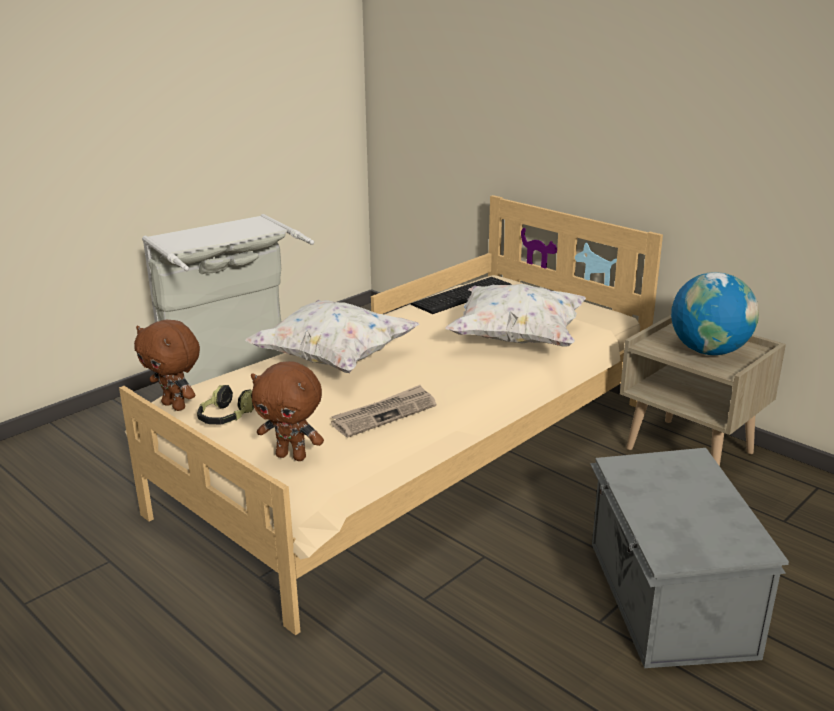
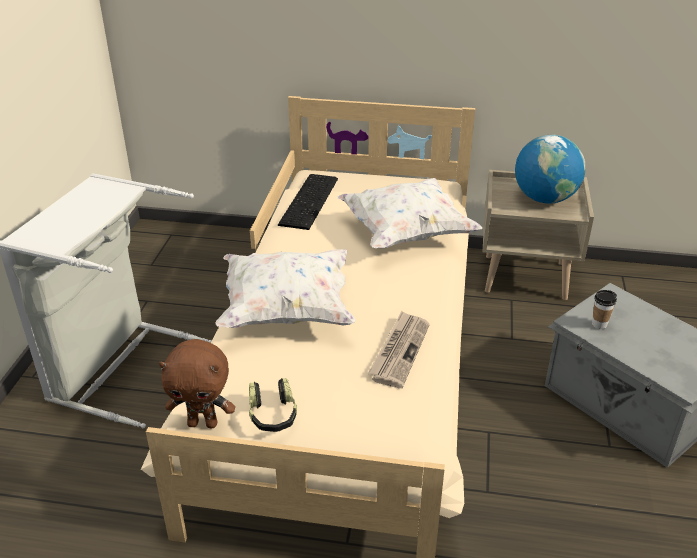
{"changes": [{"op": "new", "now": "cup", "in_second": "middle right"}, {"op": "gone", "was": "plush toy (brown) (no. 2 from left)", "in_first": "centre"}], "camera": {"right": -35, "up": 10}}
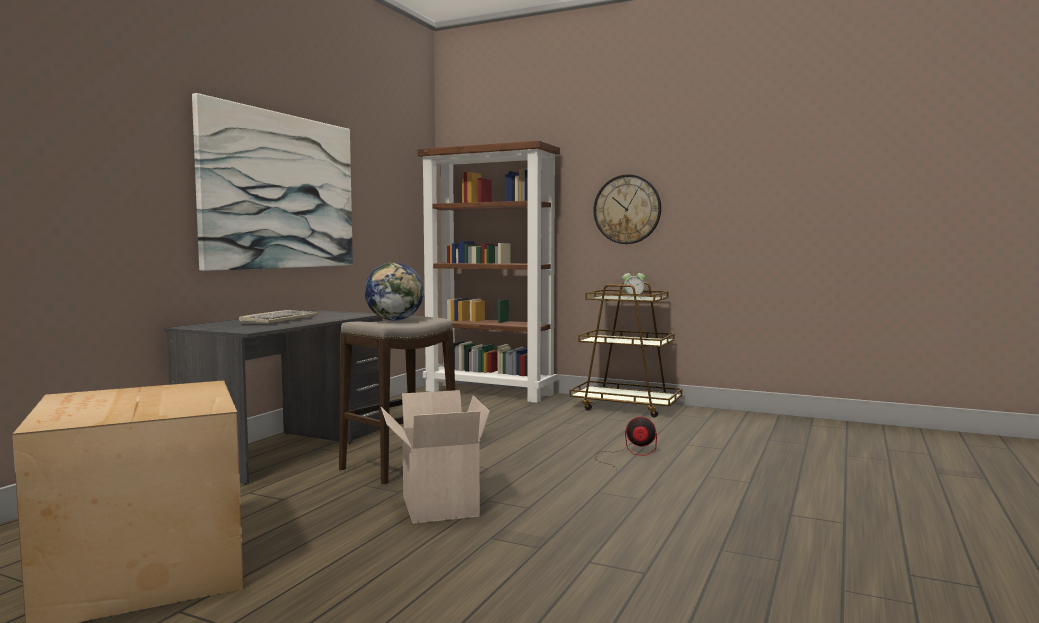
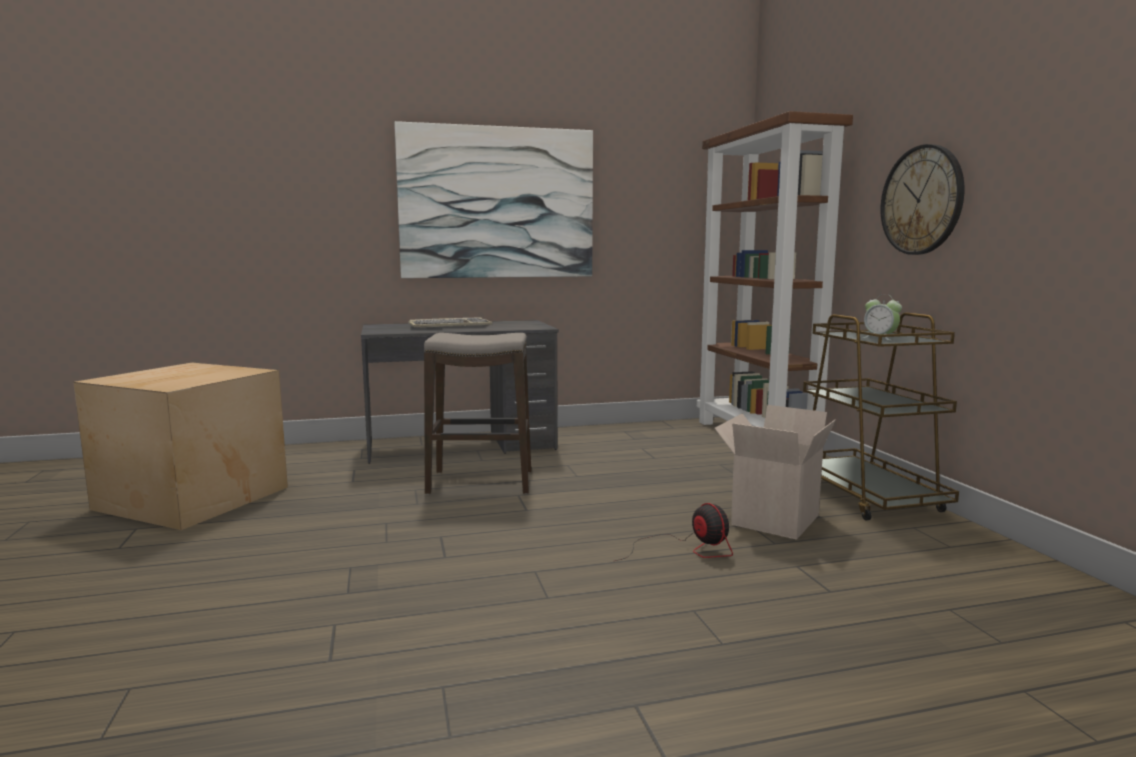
{"changes": [{"op": "shifted", "was": "cardboard box (no. 2 from left)", "in_first": "bottom centre", "in_second": "middle right"}, {"op": "gone", "was": "globe", "in_first": "centre"}], "camera": {"right": 50, "up": 5}}
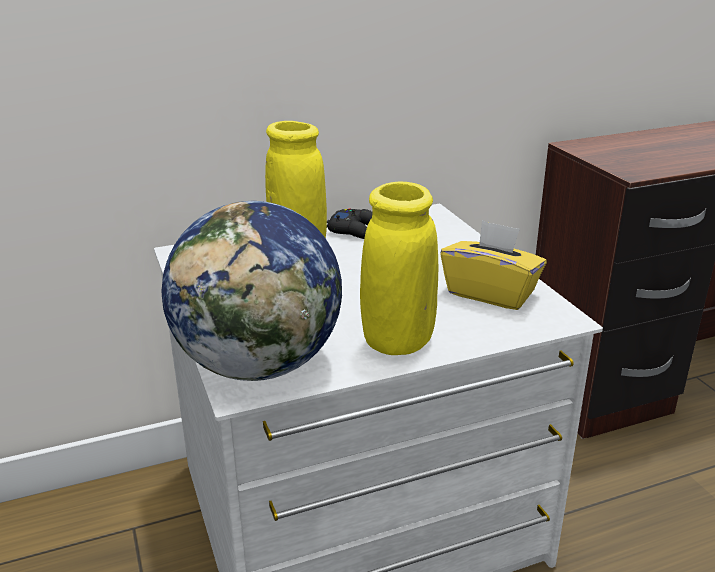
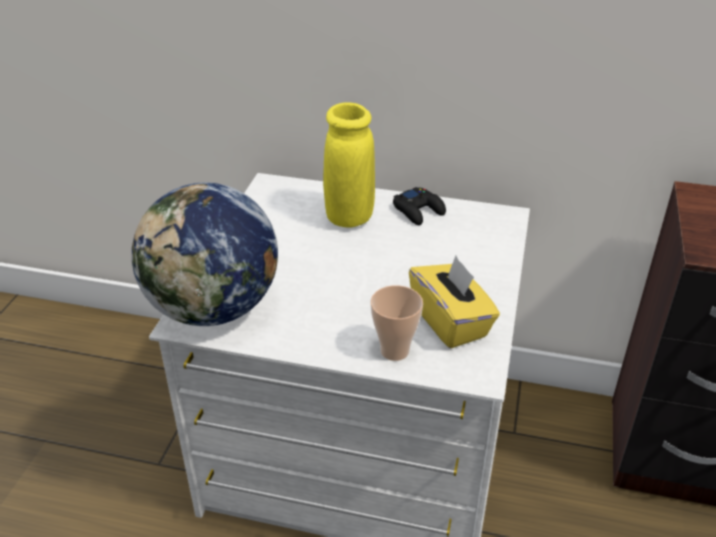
{"changes": [{"op": "new", "now": "cup", "in_second": "centre"}, {"op": "gone", "was": "vase (yellow) (no. 2 from left)", "in_first": "centre"}], "camera": {"right": 35, "up": 10}}
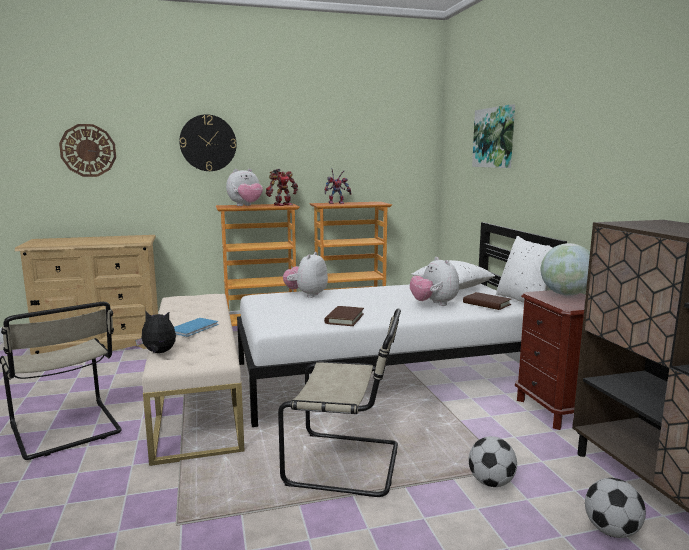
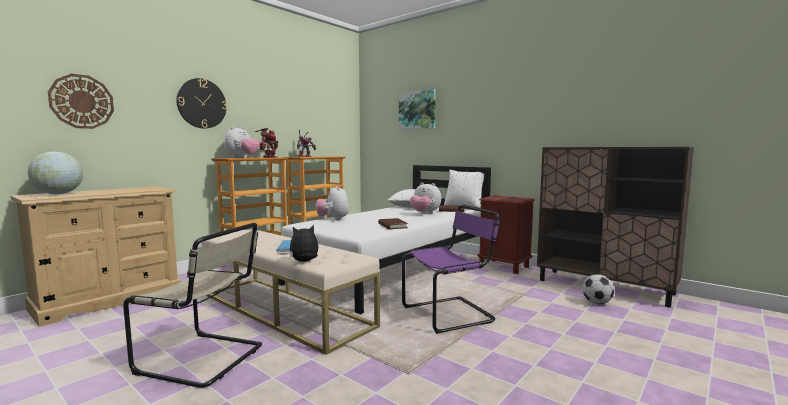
{"changes": [{"op": "shifted", "was": "globe", "in_first": "middle right", "in_second": "middle left"}, {"op": "repainted", "was": "chair (beige) (no. 2 from left)", "now": "chair (purple)", "in_first": "bottom centre", "in_second": "centre"}, {"op": "gone", "was": "football (no. 1 from left)", "in_first": "bottom right"}], "camera": {"right": -35, "up": -5}}
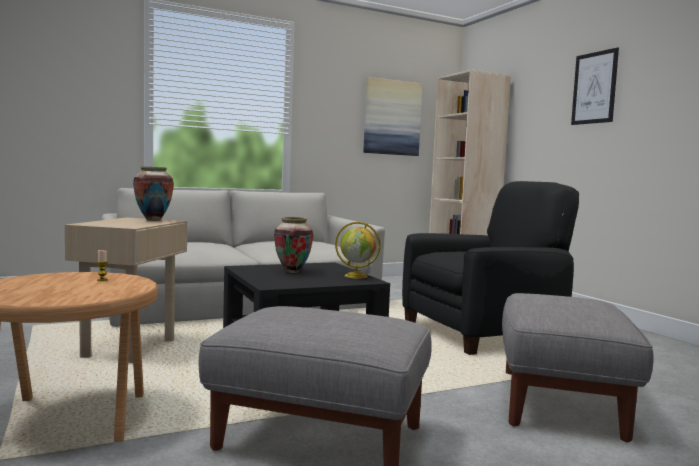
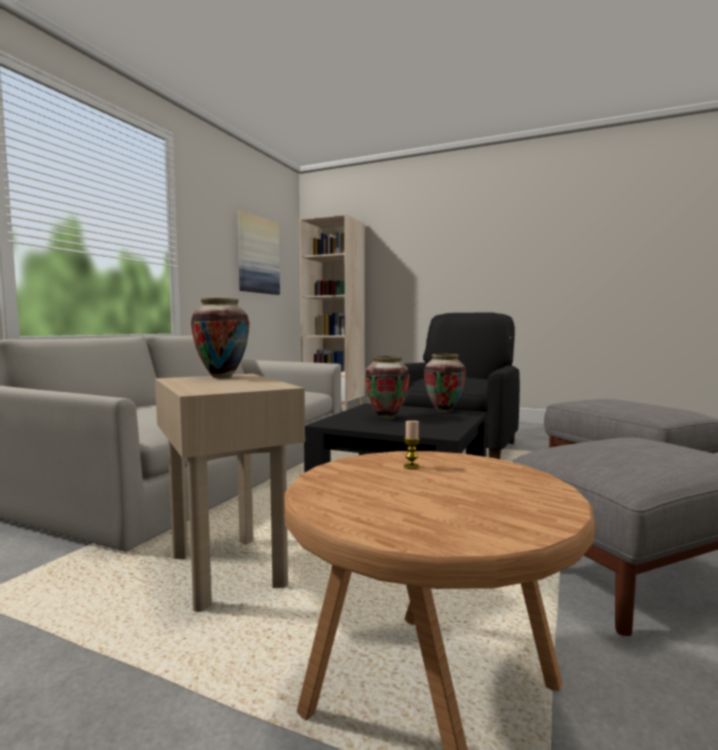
{"changes": [{"op": "swapped", "was": "globe", "now": "vase (no. 3 from left)", "in_first": "centre", "in_second": "centre"}, {"op": "gone", "was": "picture (no. 2 from left)", "in_first": "top right"}], "camera": {"right": -40, "up": 0}}
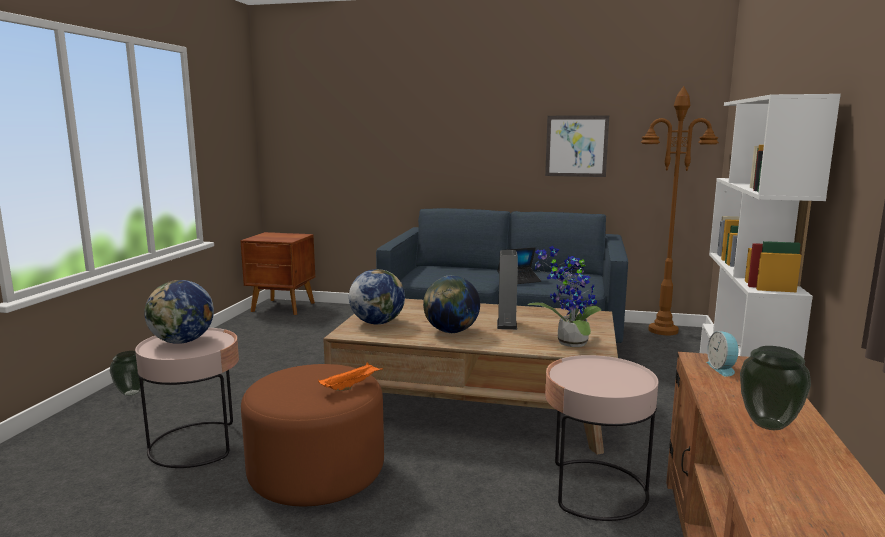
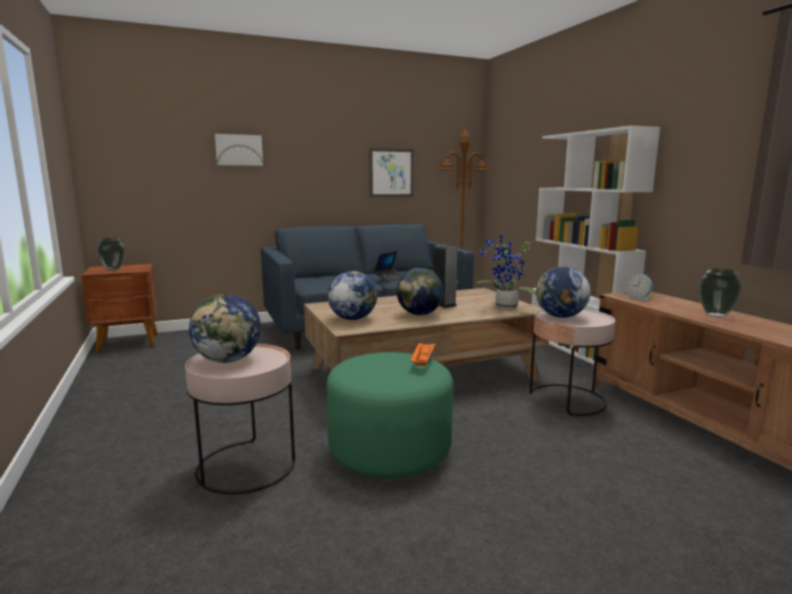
{"changes": [{"op": "shifted", "was": "vase (no. 1 from left)", "in_first": "bottom left", "in_second": "middle left"}, {"op": "new", "now": "picture (no. 1 from left)", "in_second": "top left"}, {"op": "repainted", "was": "ottoman (brown)", "now": "ottoman (green)", "in_first": "bottom centre", "in_second": "bottom centre"}, {"op": "new", "now": "globe (no. 4 from left)", "in_second": "middle right"}], "camera": {"right": -35, "up": 0}}
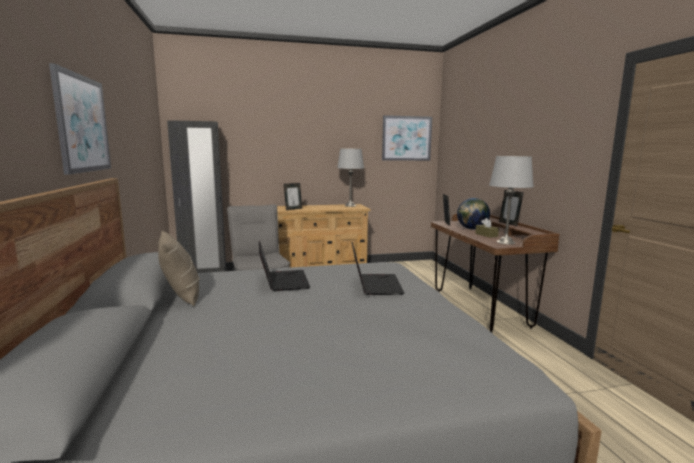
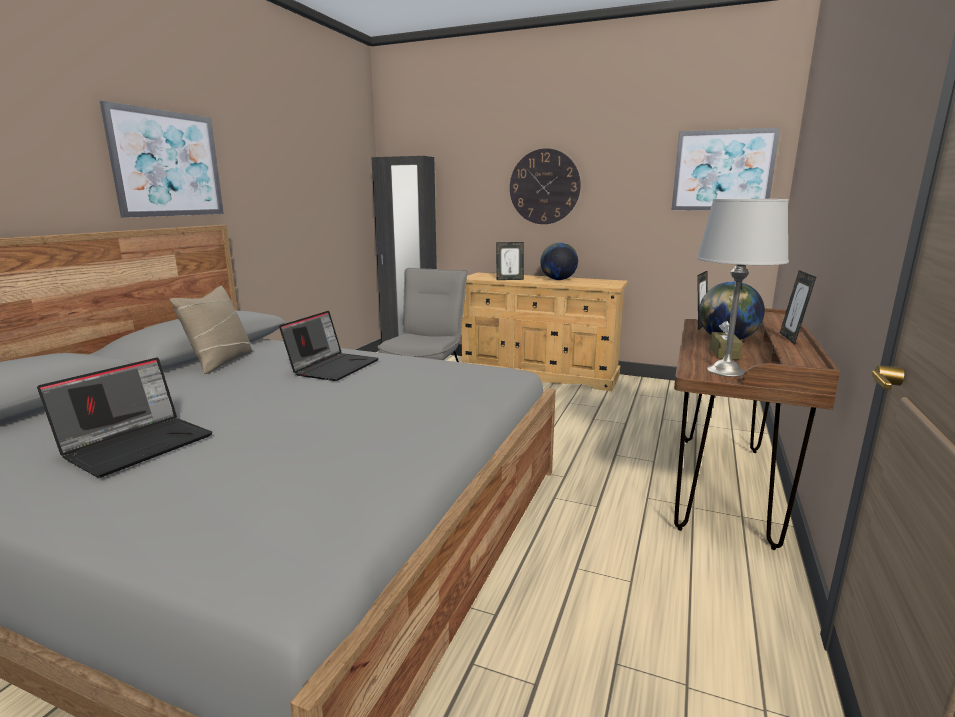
{"changes": [{"op": "shifted", "was": "laptop (no. 2 from left in the first image)", "now": "laptop (no. 1 from left)", "in_first": "centre", "in_second": "middle left"}, {"op": "new", "now": "wall clock", "in_second": "top centre"}, {"op": "new", "now": "globe (no. 1 from left)", "in_second": "centre"}, {"op": "gone", "was": "table lamp (grey) (no. 1 from left)", "in_first": "centre"}], "camera": {"right": 35, "up": 5}}
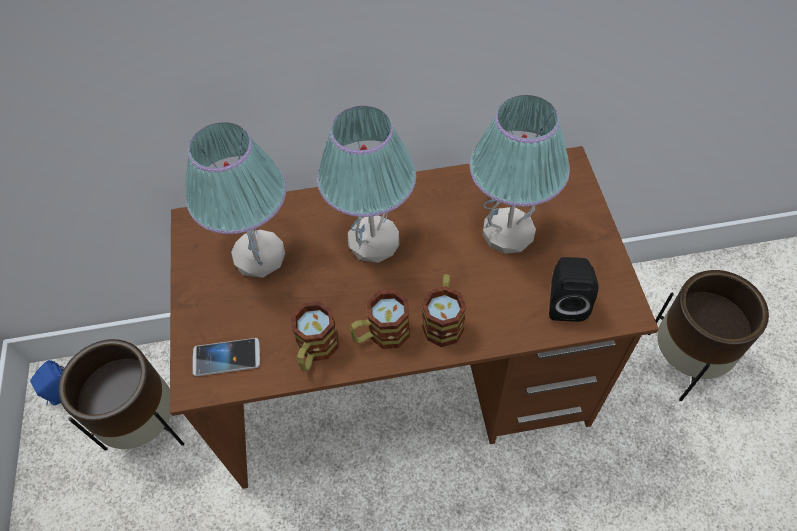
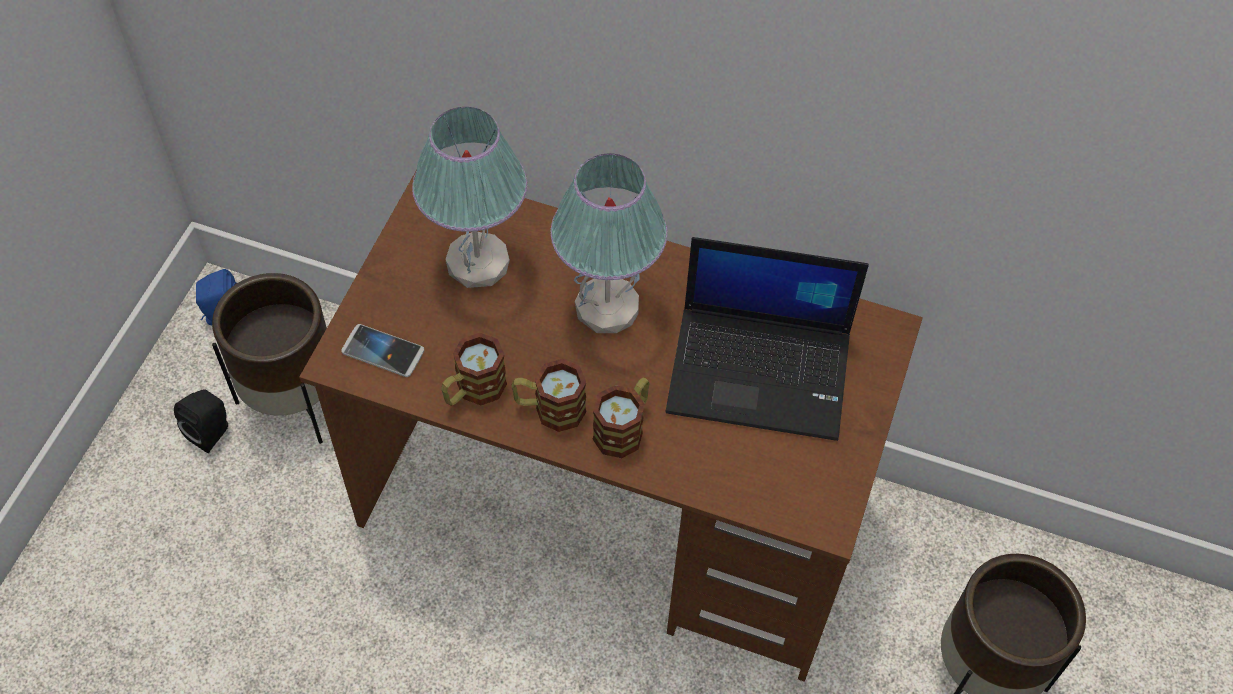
{"changes": [{"op": "shifted", "was": "speaker (black)", "in_first": "middle right", "in_second": "middle left"}, {"op": "swapped", "was": "table lamp (no. 3 from left)", "now": "laptop", "in_first": "top centre", "in_second": "centre"}], "camera": {"right": 25, "up": 0}}
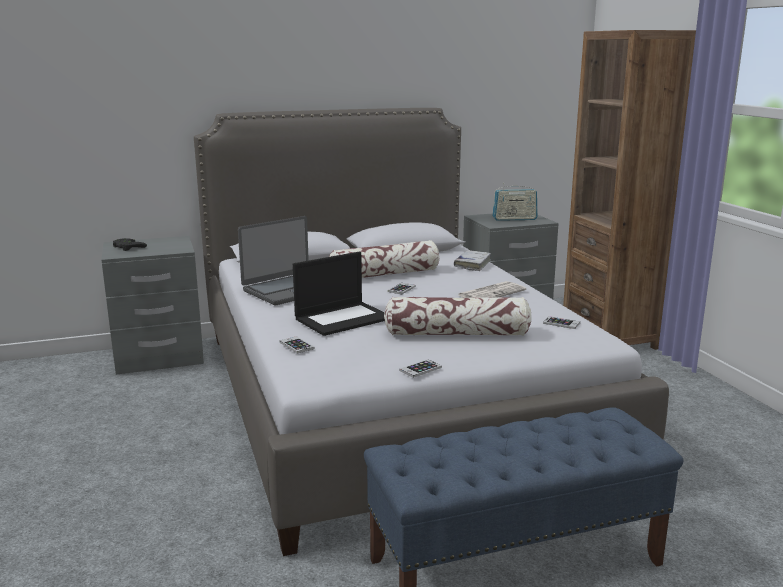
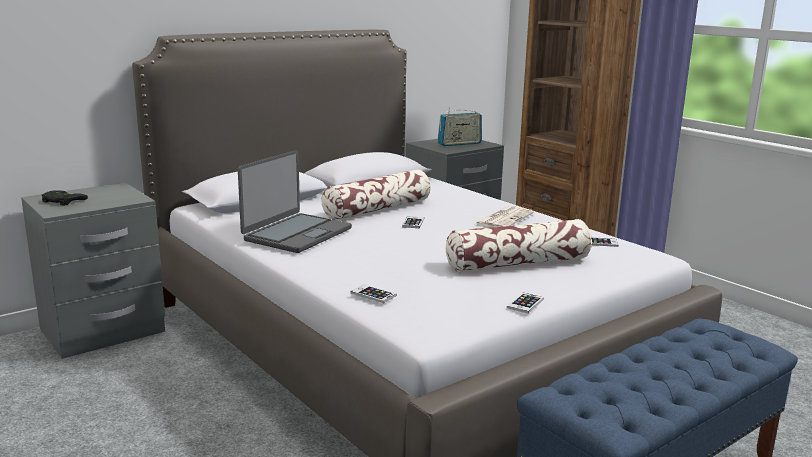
{"changes": [{"op": "gone", "was": "laptop (no. 2 from left)", "in_first": "centre"}, {"op": "gone", "was": "book (white)", "in_first": "centre"}], "camera": {"right": -20, "up": 0}}
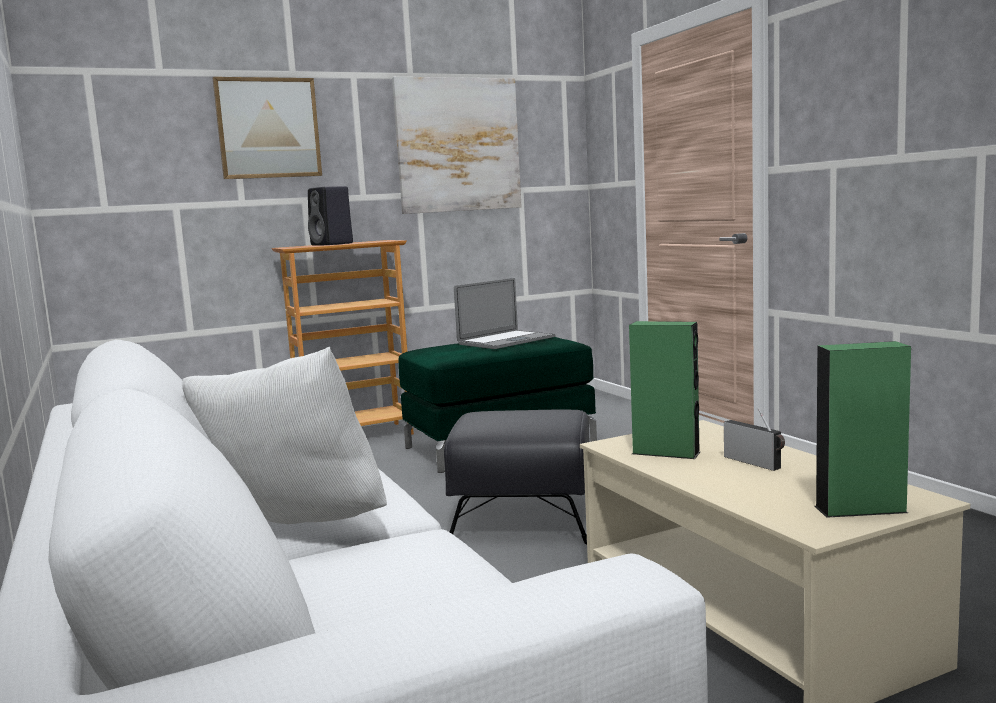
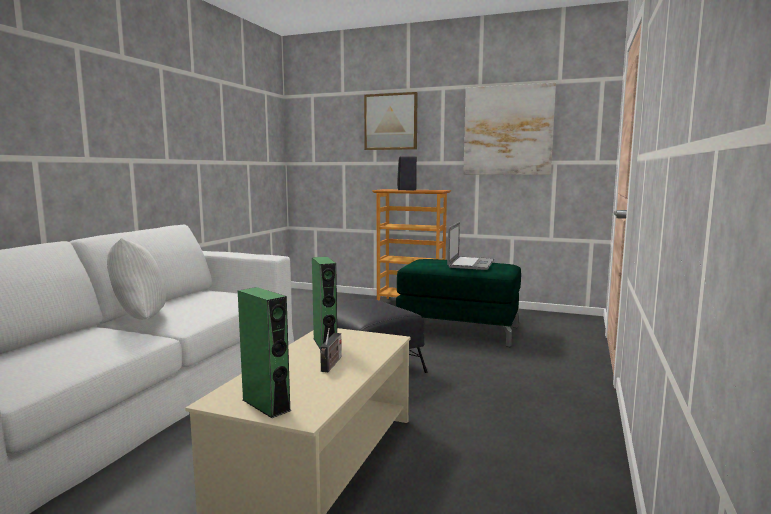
{"changes": [{"op": "rotated", "was": "laptop", "in_first": "centre", "in_second": "centre", "clockwise": -75}], "camera": {"right": 45, "up": 0}}
